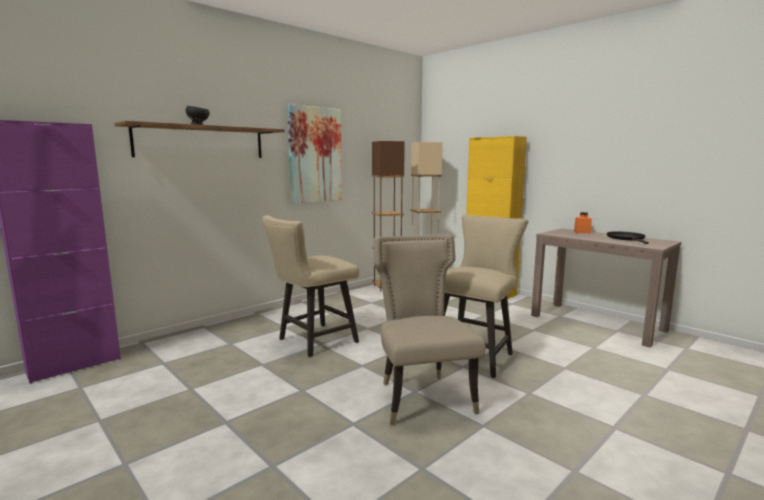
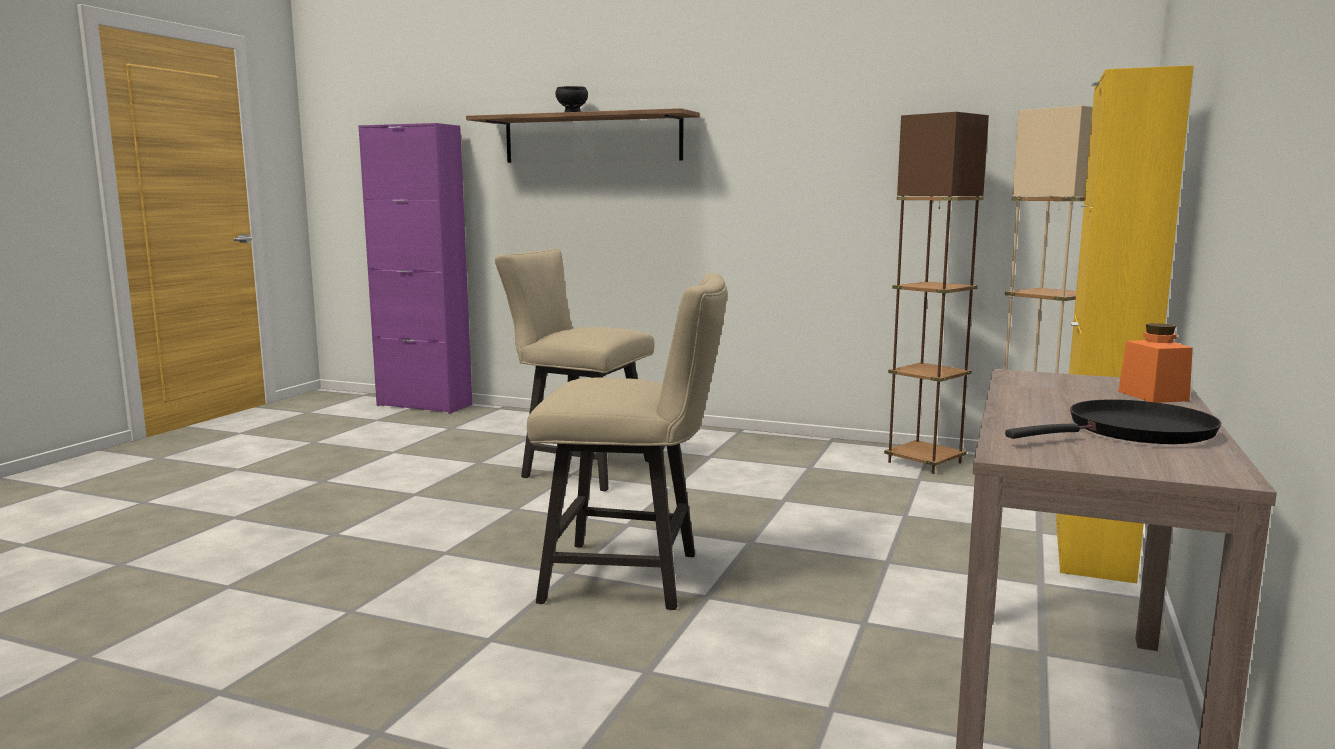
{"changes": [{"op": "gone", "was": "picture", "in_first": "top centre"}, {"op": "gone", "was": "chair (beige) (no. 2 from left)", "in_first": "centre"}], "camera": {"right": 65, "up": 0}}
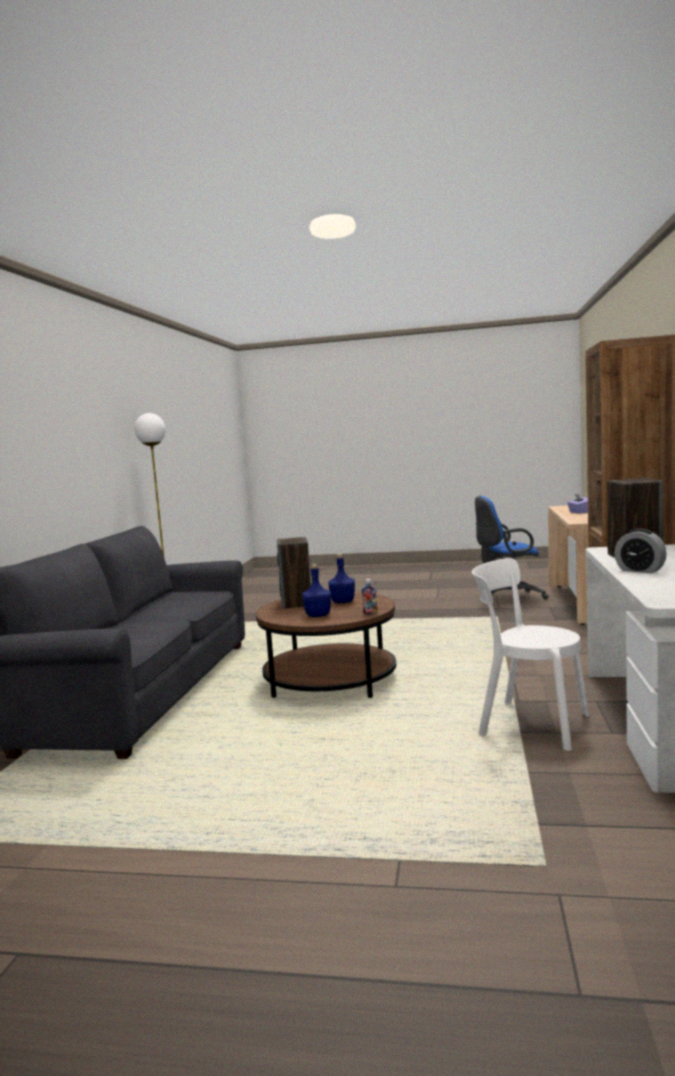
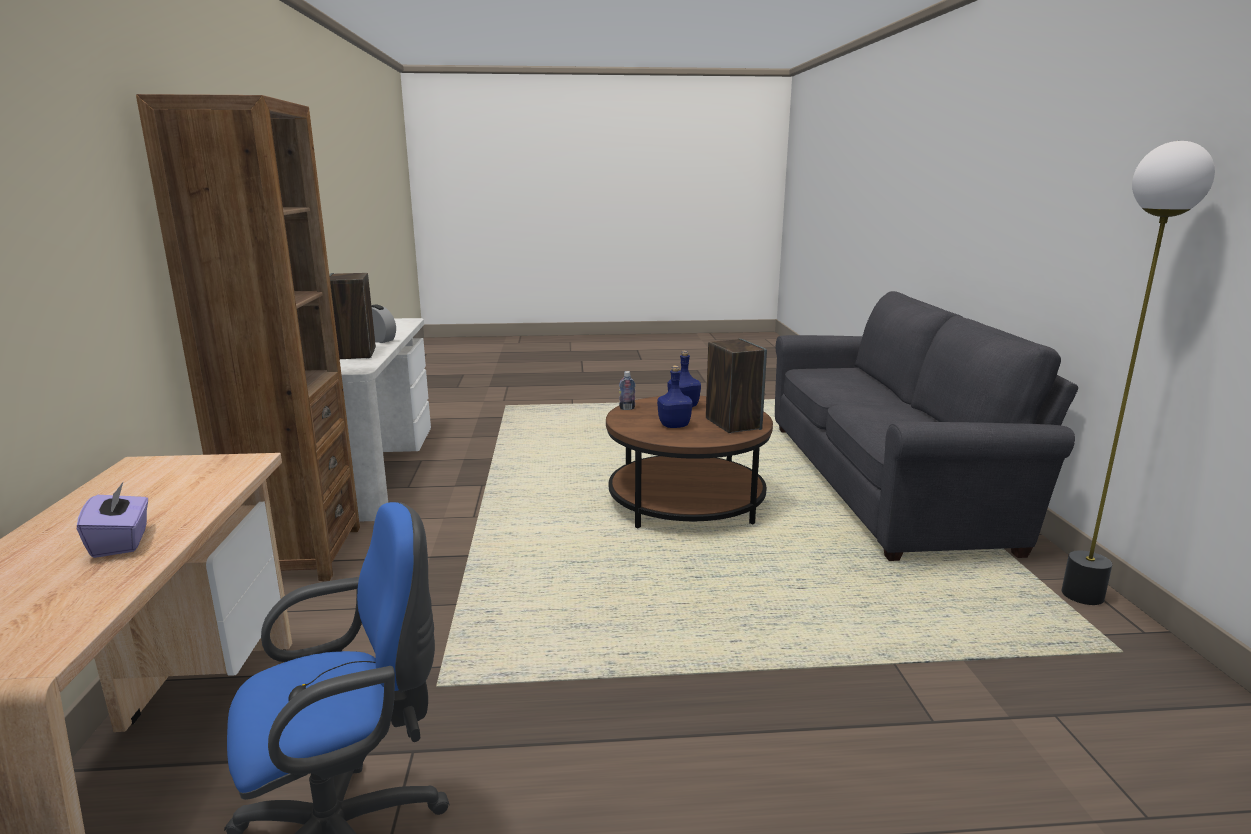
{"changes": [{"op": "gone", "was": "chair (white)", "in_first": "middle right"}], "camera": {"right": 165, "up": 10}}
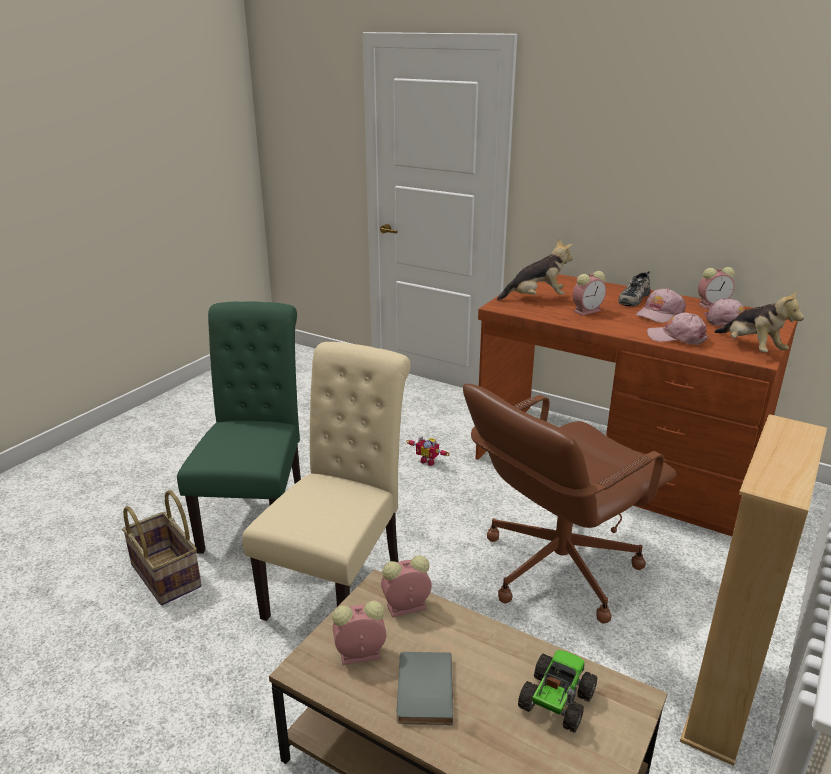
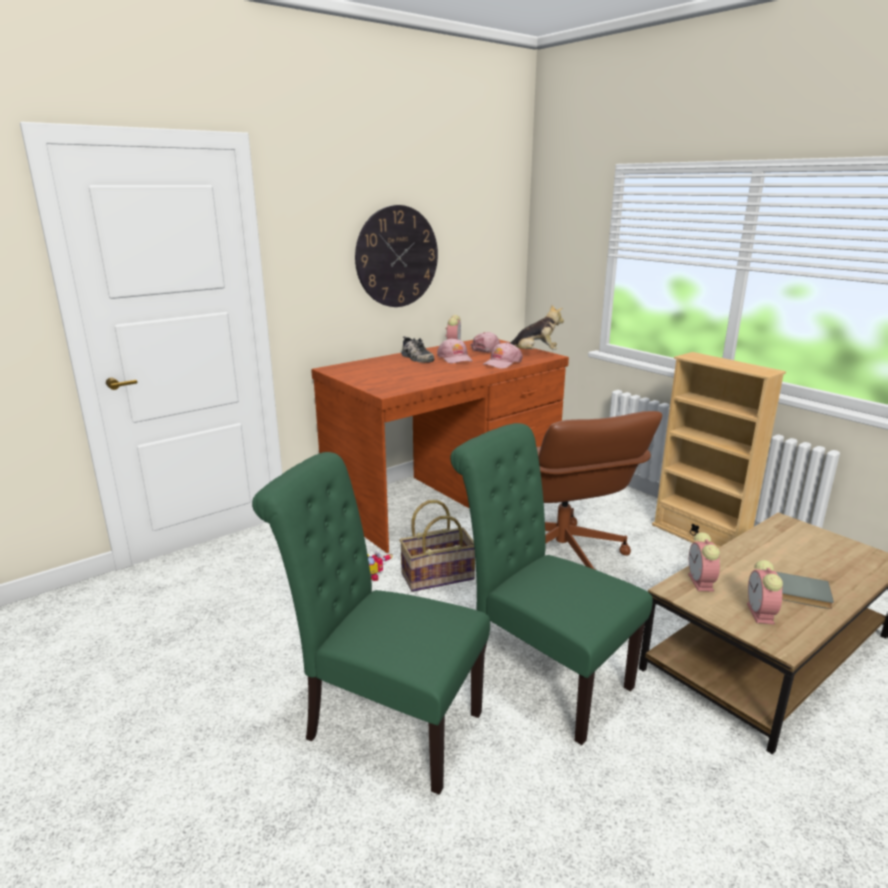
{"changes": [{"op": "new", "now": "wall clock", "in_second": "top centre"}, {"op": "shifted", "was": "basket", "in_first": "bottom left", "in_second": "centre"}, {"op": "repainted", "was": "chair (beige)", "now": "chair (green) (no. 2 from left)", "in_first": "centre", "in_second": "centre"}, {"op": "gone", "was": "plush toy (no. 1 from left)", "in_first": "centre"}, {"op": "gone", "was": "toy truck", "in_first": "bottom right"}, {"op": "gone", "was": "alarm clock (no. 3 from left)", "in_first": "middle right"}], "camera": {"right": -70, "up": -5}}
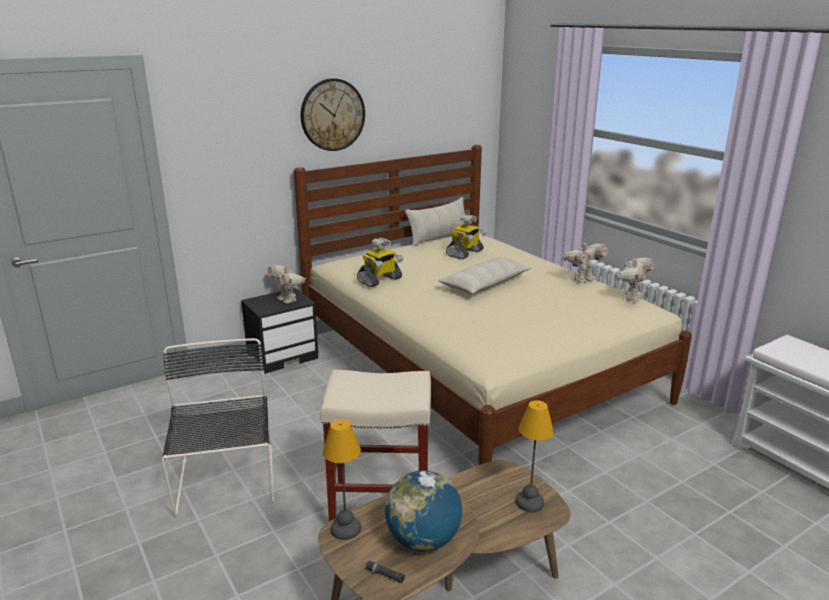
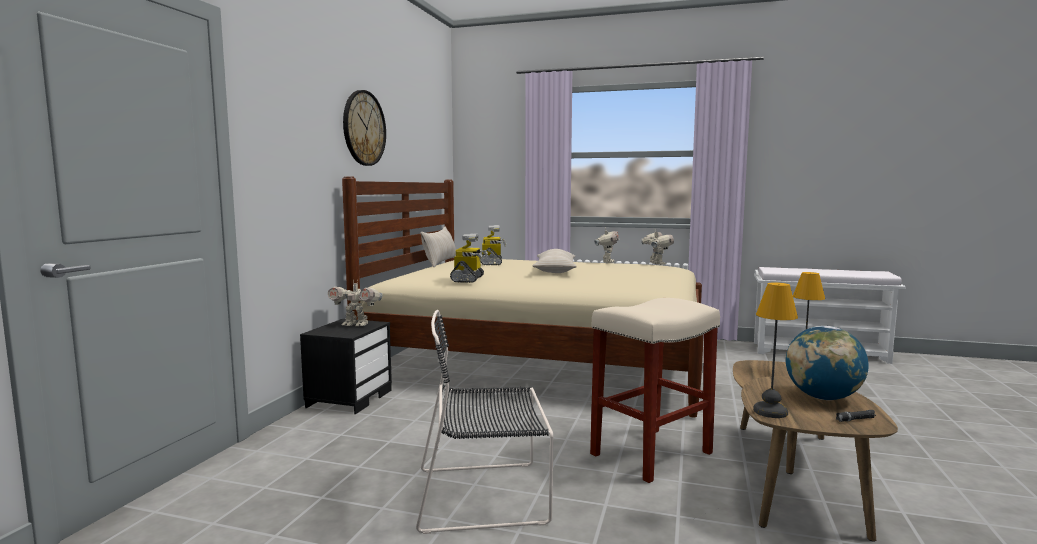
{"changes": [{"op": "rotated", "was": "chair (black)", "in_first": "bottom left", "in_second": "bottom centre", "clockwise": -45}], "camera": {"right": -40, "up": -15}}
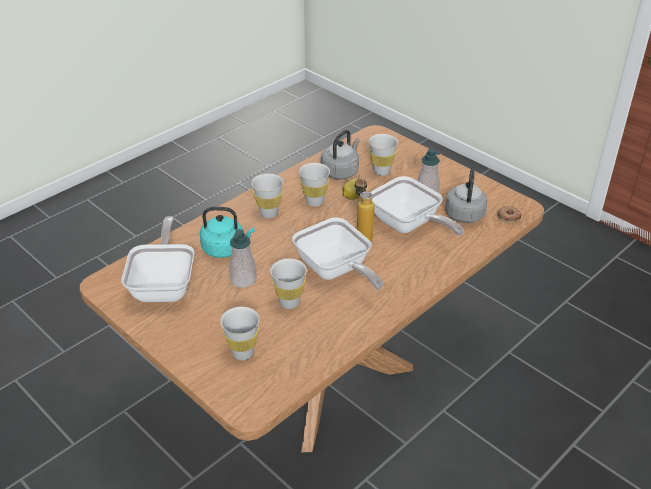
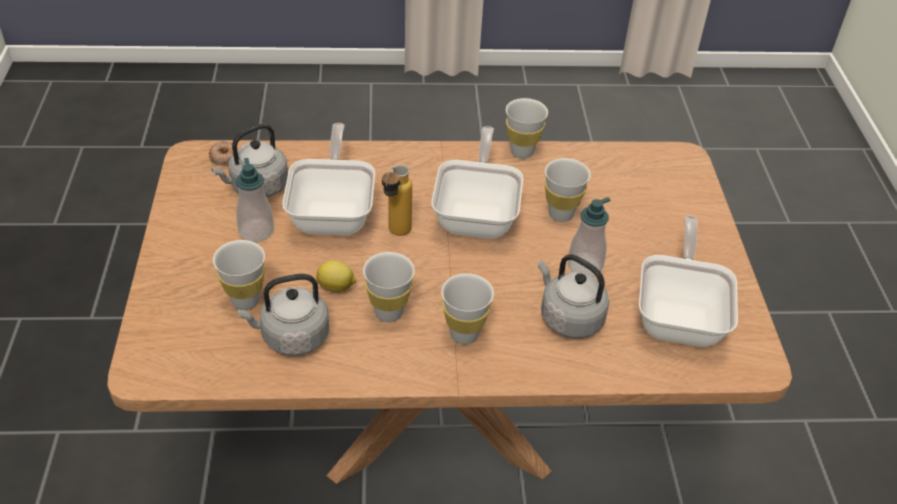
{"changes": [{"op": "shifted", "was": "cup (white) (no. 1 from left in the first image)", "now": "cup (white) (no. 4 from left)", "in_first": "bottom centre", "in_second": "top centre"}, {"op": "repainted", "was": "kettle (turquoise)", "now": "kettle (grey) (no. 3 from left)", "in_first": "centre", "in_second": "centre"}, {"op": "rotated", "was": "frying pan (no. 1 from left in the first image)", "in_first": "middle left", "in_second": "middle right", "clockwise": 150}], "camera": {"right": -140, "up": 5}}
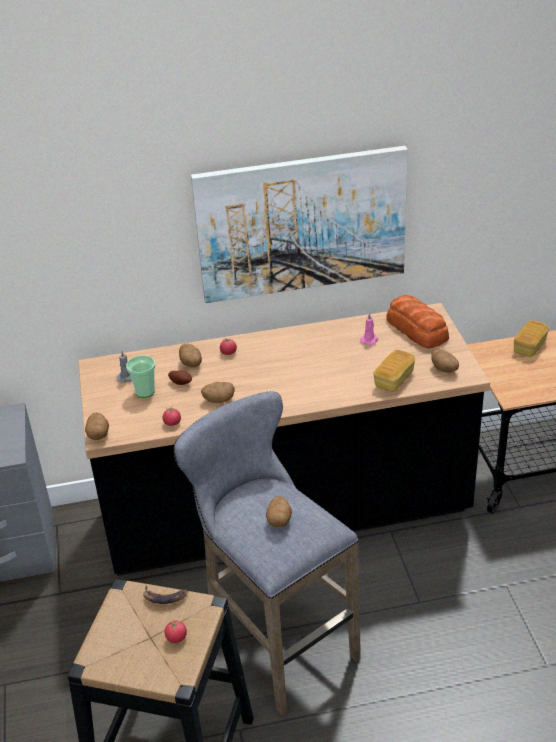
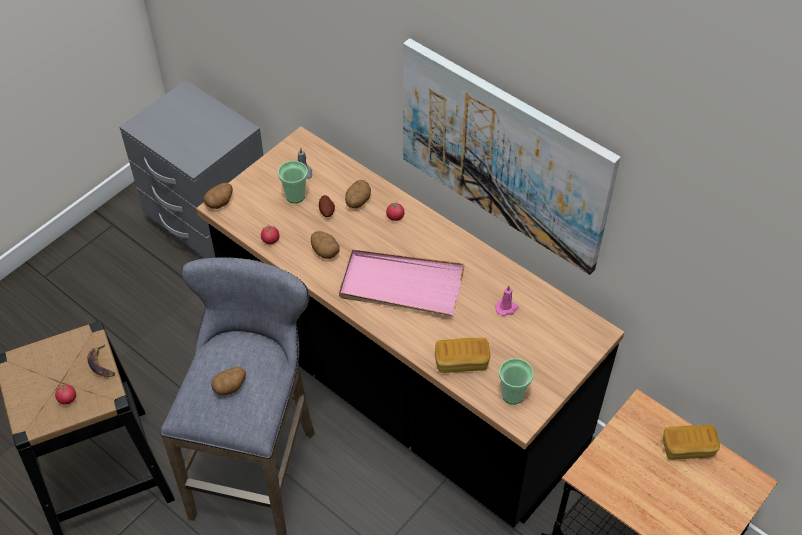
{"changes": [{"op": "new", "now": "tray (pink)", "in_second": "centre"}, {"op": "swapped", "was": "potato (no. 6 from left)", "now": "cup (no. 2 from left)", "in_first": "middle right", "in_second": "bottom centre"}, {"op": "gone", "was": "bread (no. 2 from left)", "in_first": "middle right"}], "camera": {"right": 50, "up": 15}}
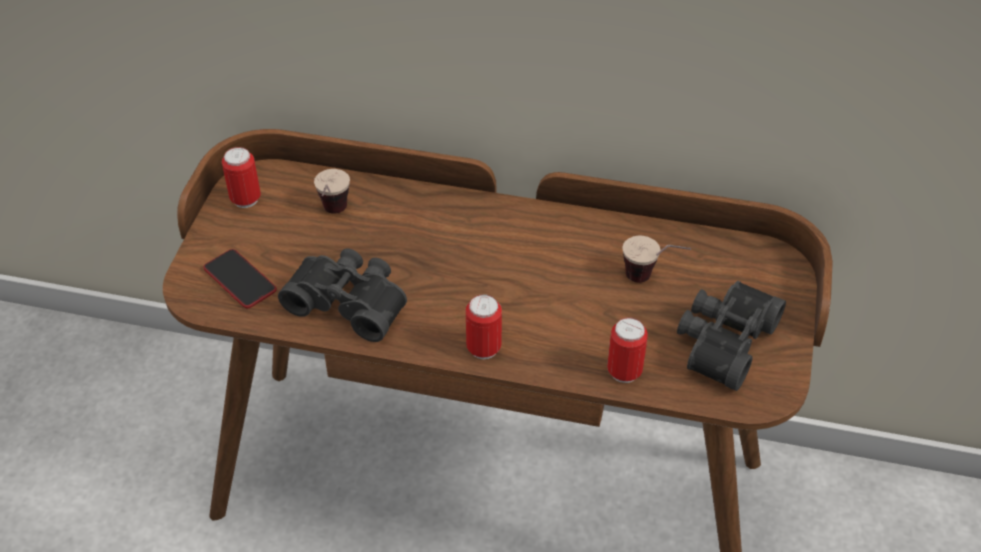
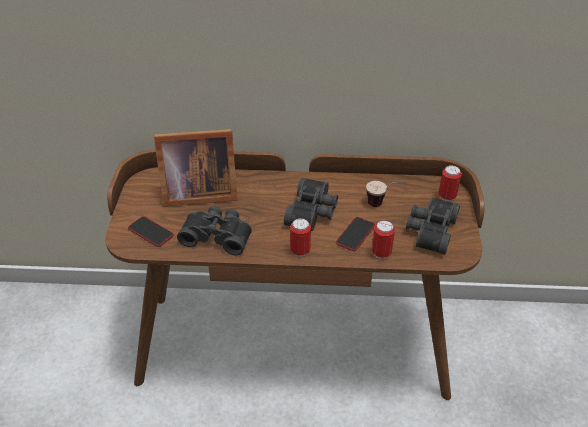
{"changes": [{"op": "swapped", "was": "cup (no. 1 from left)", "now": "picture frame", "in_first": "centre", "in_second": "centre"}, {"op": "new", "now": "binoculars (black) (no. 2 from left)", "in_second": "centre"}, {"op": "new", "now": "phone (no. 2 from left)", "in_second": "centre"}, {"op": "shifted", "was": "can (no. 1 from left in the first image)", "now": "can (no. 3 from left)", "in_first": "top left", "in_second": "middle right"}], "camera": {"right": -10, "up": -5}}
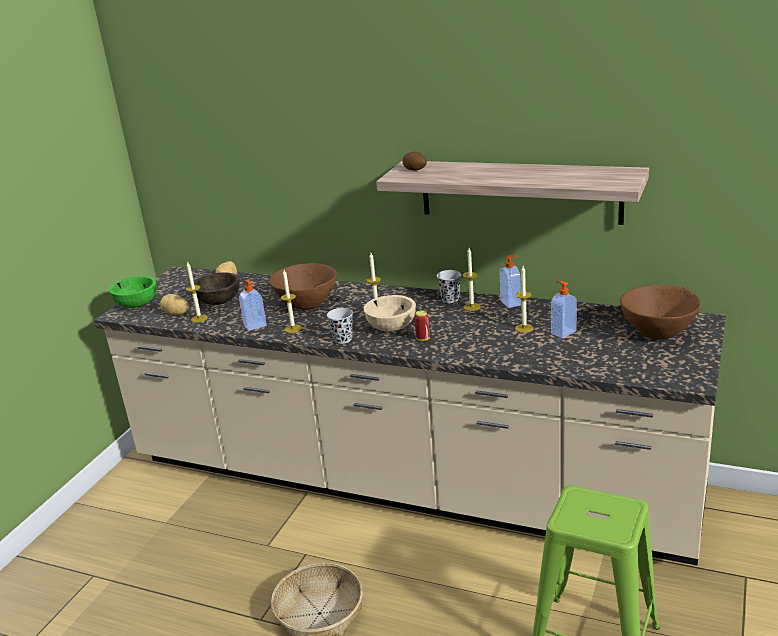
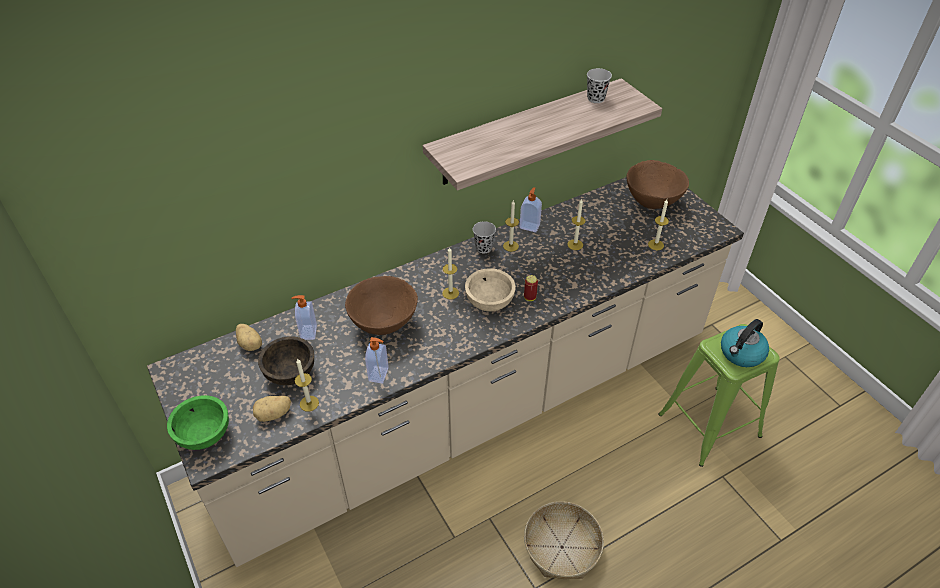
{"changes": [{"op": "shifted", "was": "soap dispenser (no. 3 from left in the first image)", "now": "soap dispenser (no. 1 from left)", "in_first": "middle right", "in_second": "middle left"}, {"op": "shifted", "was": "cup (black) (no. 1 from left in the first image)", "now": "cup (black) (no. 2 from left)", "in_first": "centre", "in_second": "top centre"}, {"op": "shifted", "was": "candle (no. 2 from left in the first image)", "now": "candle (no. 5 from left)", "in_first": "centre", "in_second": "middle right"}, {"op": "new", "now": "kettle", "in_second": "middle right"}, {"op": "gone", "was": "potato (no. 3 from left)", "in_first": "top centre"}], "camera": {"right": -55, "up": 20}}
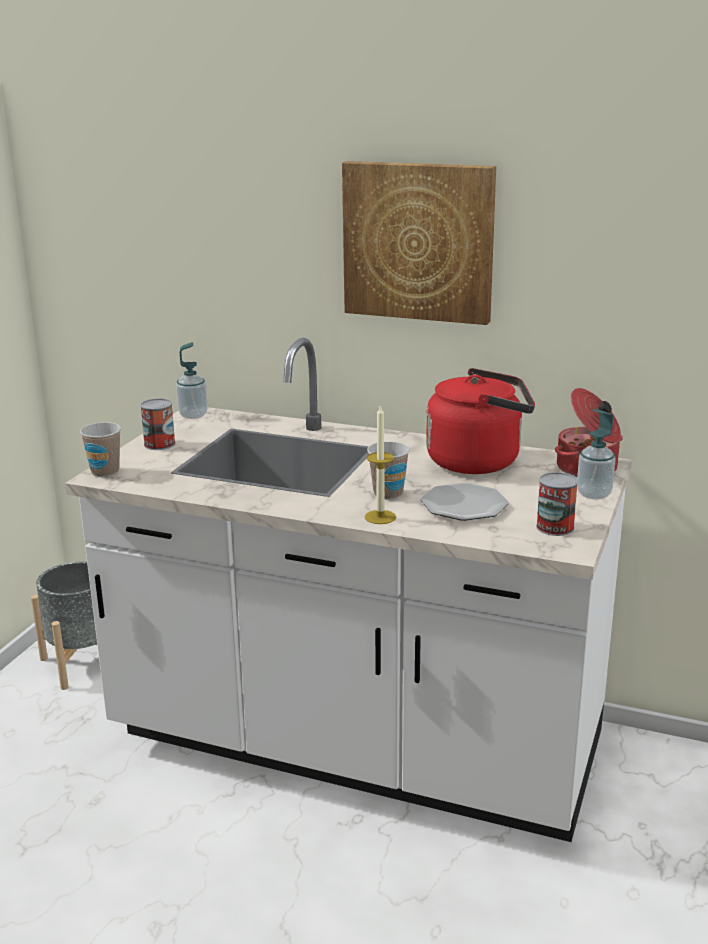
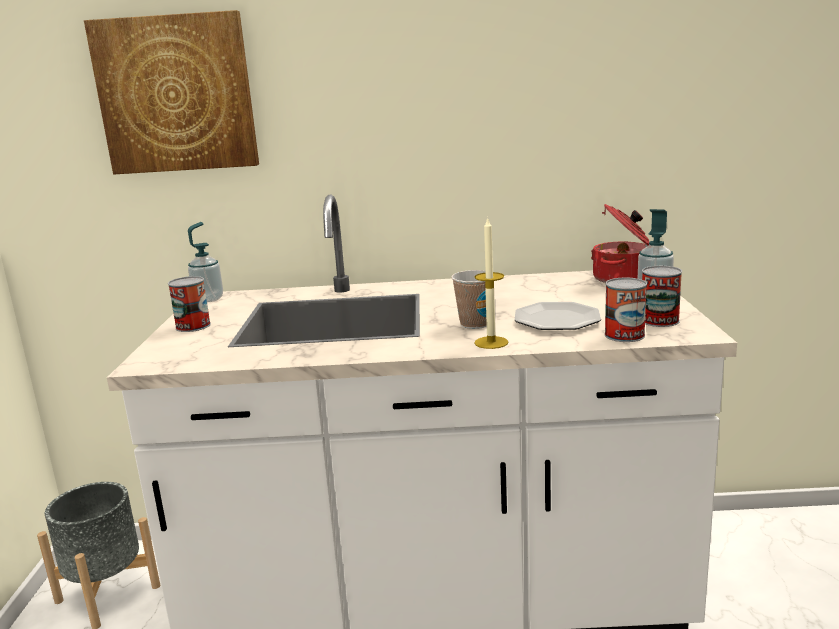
{"changes": [{"op": "shifted", "was": "picture", "in_first": "top centre", "in_second": "top left"}, {"op": "new", "now": "can (no. 2 from left)", "in_second": "middle right"}, {"op": "gone", "was": "cup (no. 1 from left)", "in_first": "middle left"}, {"op": "gone", "was": "kettle (red)", "in_first": "middle right"}], "camera": {"right": -20, "up": -5}}
